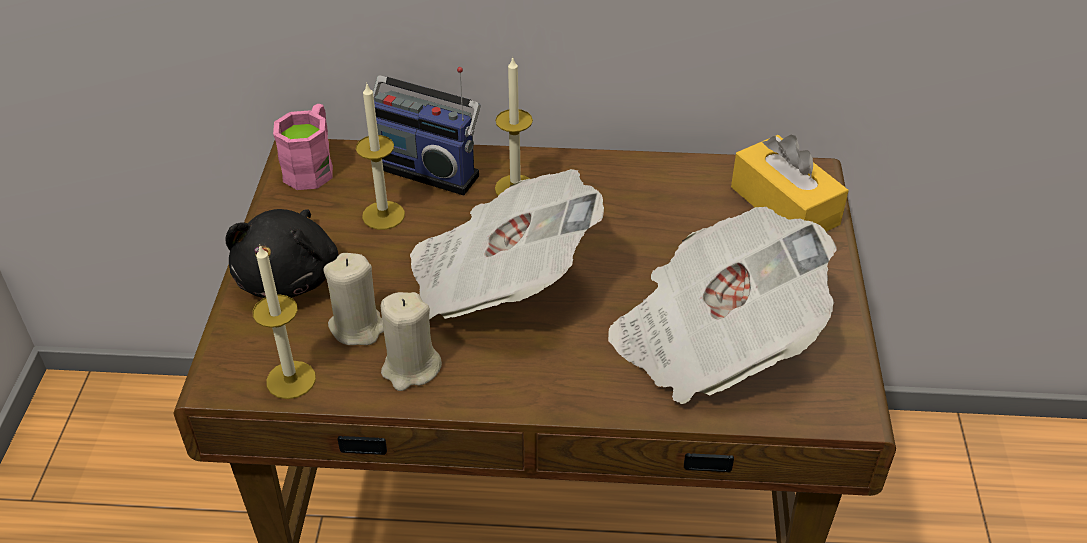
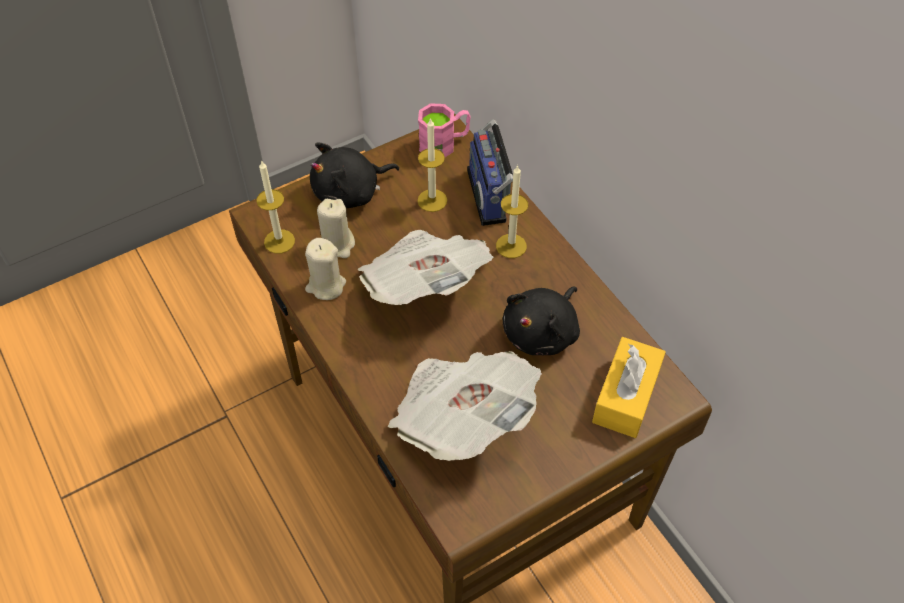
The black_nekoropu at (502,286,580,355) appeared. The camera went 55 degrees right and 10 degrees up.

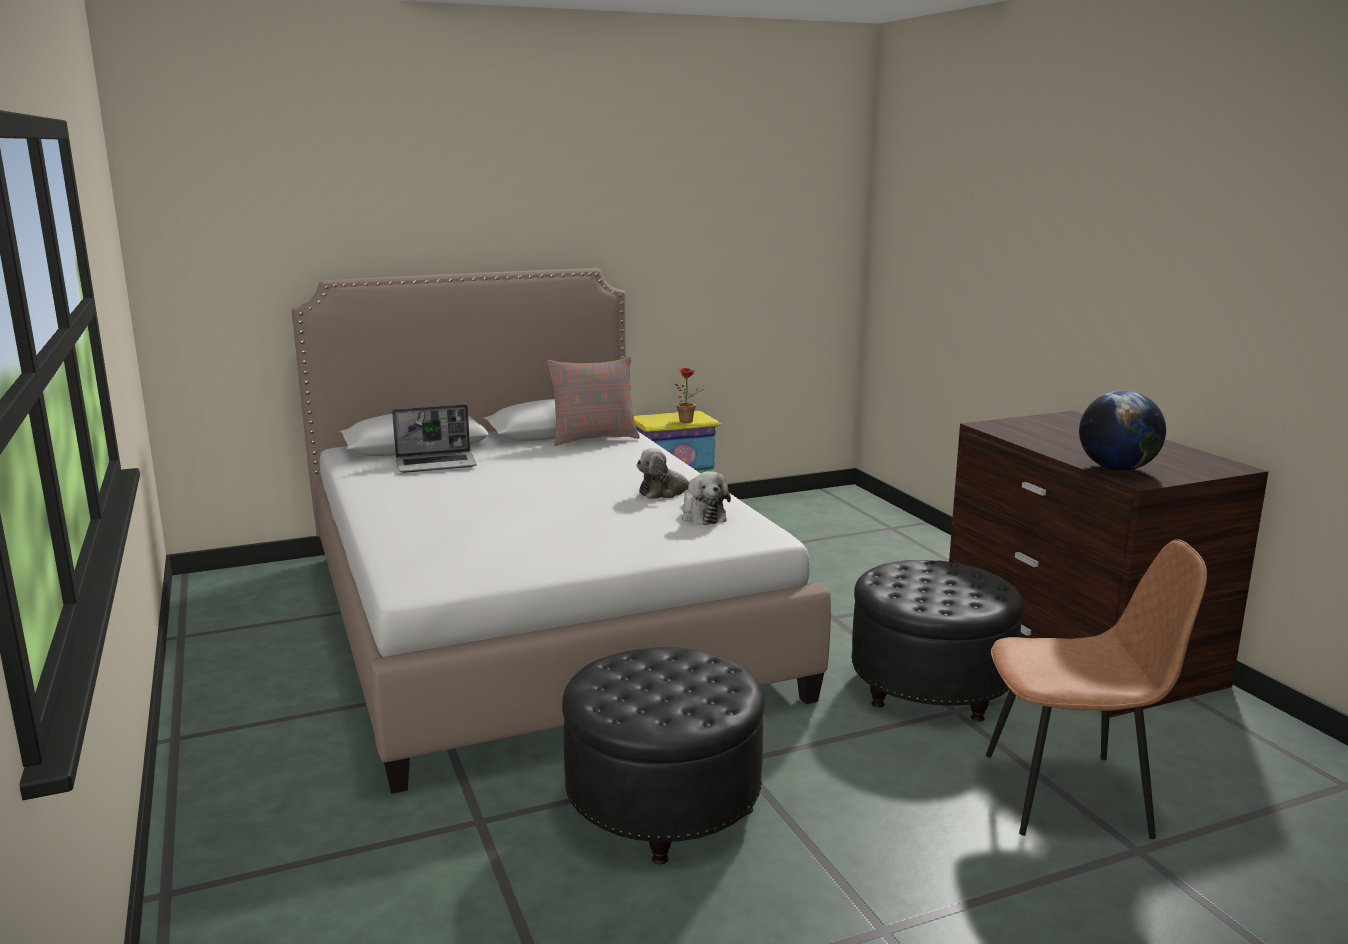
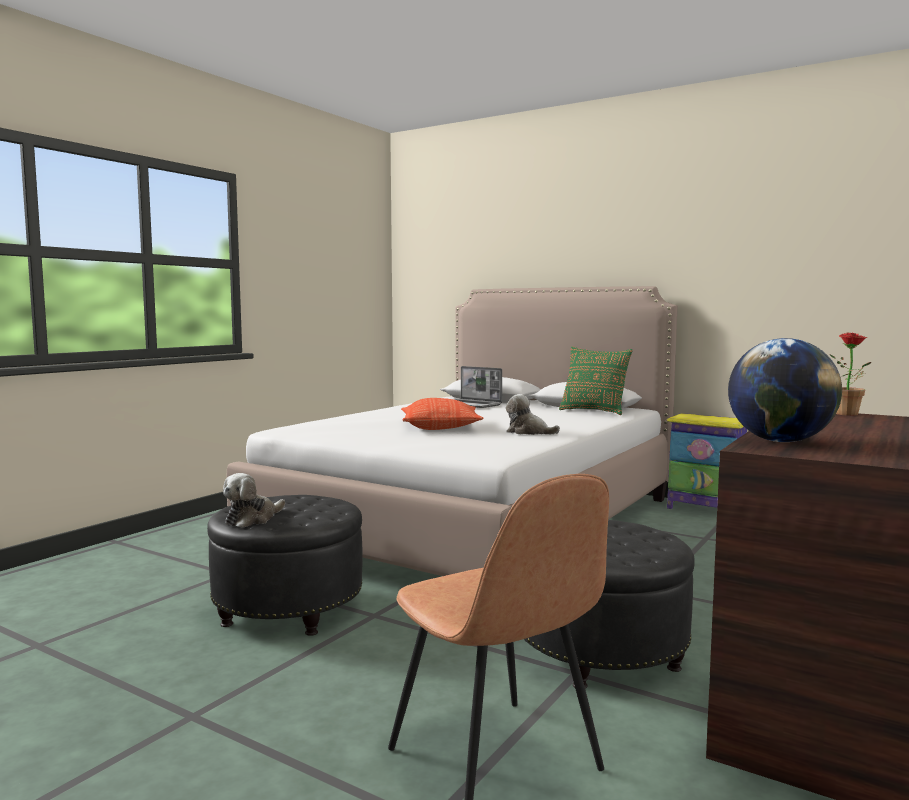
The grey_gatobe at (547,356,640,446) became the green_gatobe at (559,346,632,415). The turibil moved from (675,368,704,423) to (829,332,871,416). The nekoropu moved from (682,471,731,525) to (223,473,285,528). The orange_gatobe at (401,398,483,430) appeared. The camera went 55 degrees right and 10 degrees down.

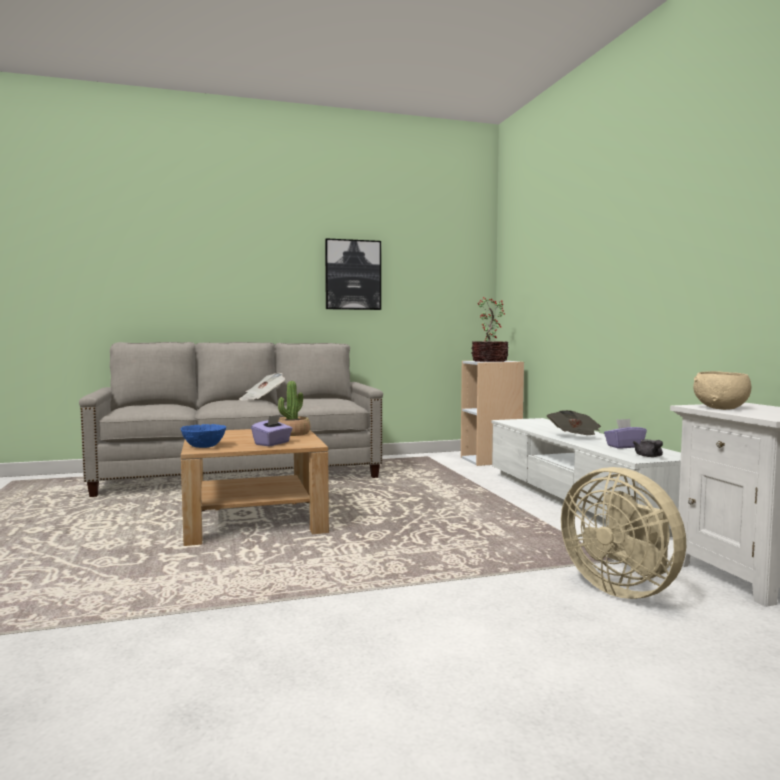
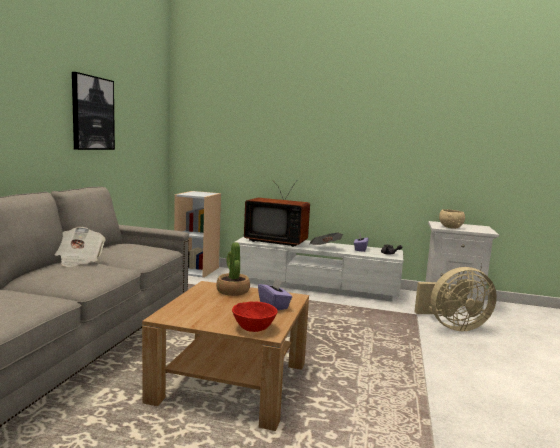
The turibil at (471,297,509,362) disappeared. The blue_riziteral at (181,424,226,448) became the red_riziteral at (232,301,278,332). The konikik at (244,180,310,247) appeared. The camera went 60 degrees left and 5 degrees up.

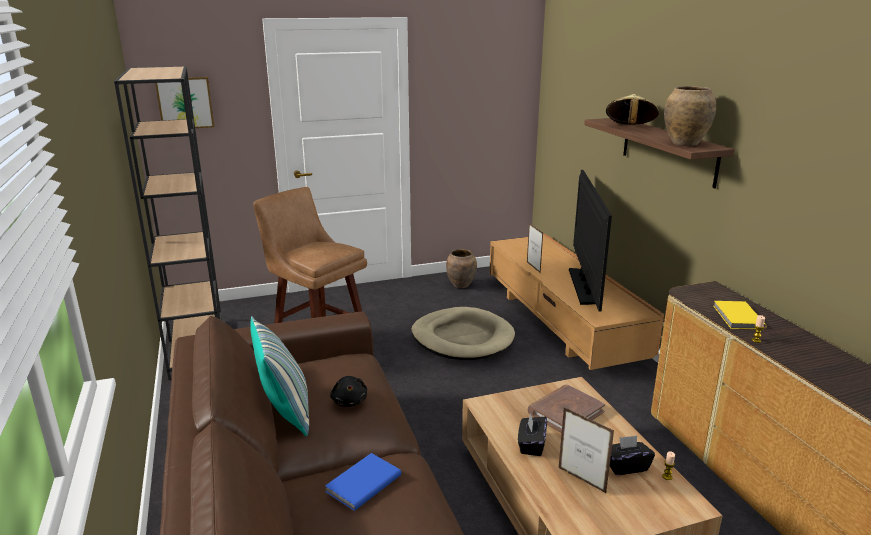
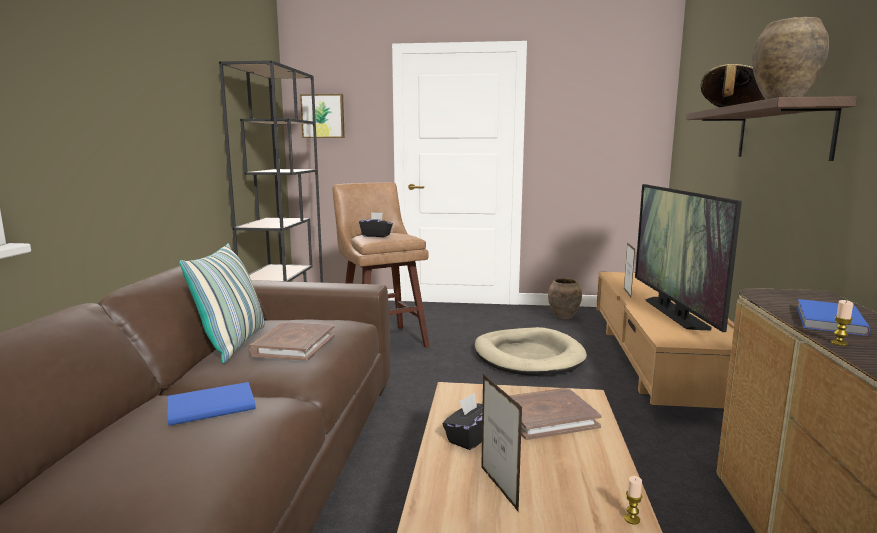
The konikik at (569,170,612,311) turned 150 degrees clockwise. The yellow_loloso at (714,301,766,330) became the blue_loloso at (797,299,871,336). The black_nekoropu at (330,376,367,407) was replaced by the brown_loloso at (248,322,335,361). The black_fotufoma moved from (610,436,655,475) to (359,212,393,237). The camera went 25 degrees right and 10 degrees down.

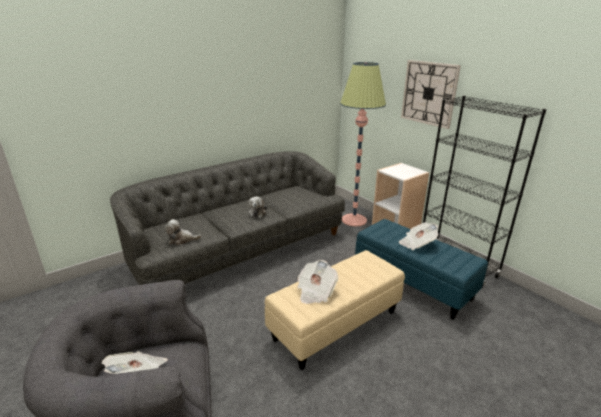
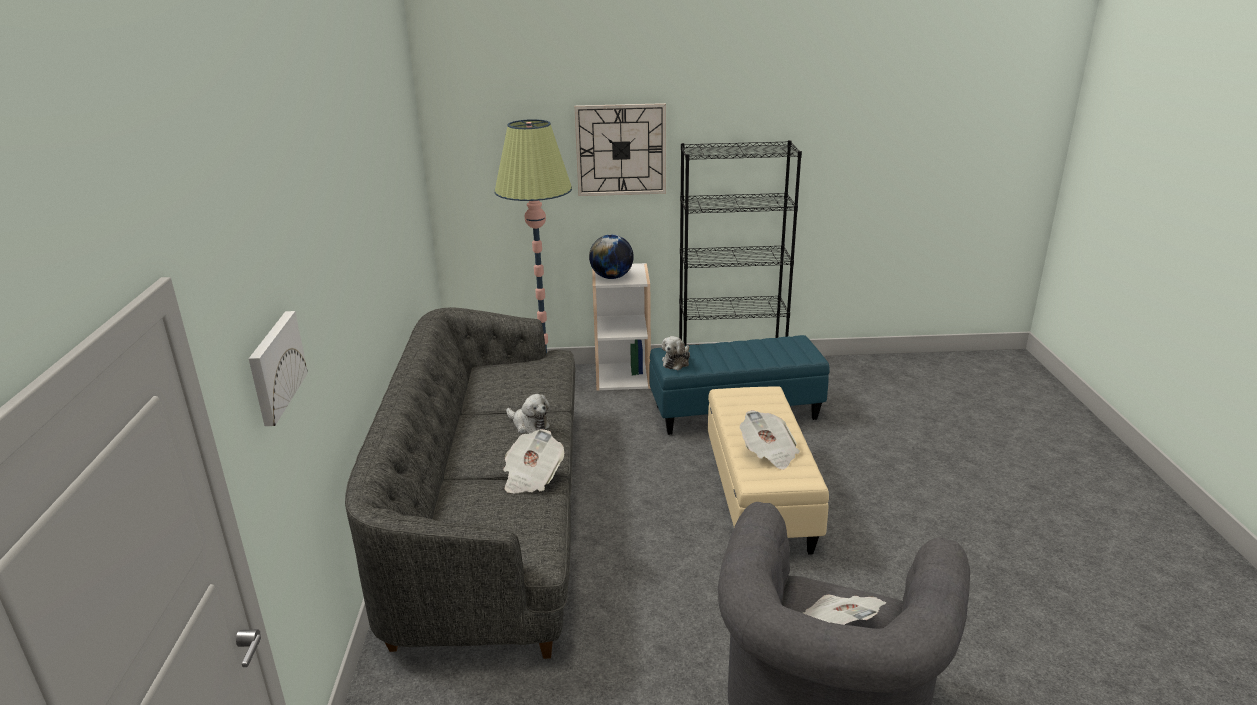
The nekoropu moved from (165,219,202,245) to (662,336,690,370). The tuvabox moved from (399,222,438,250) to (503,429,565,493). The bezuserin at (589,234,634,279) appeared. The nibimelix at (249,311,308,426) appeared. The camera went 55 degrees left and 0 degrees up.

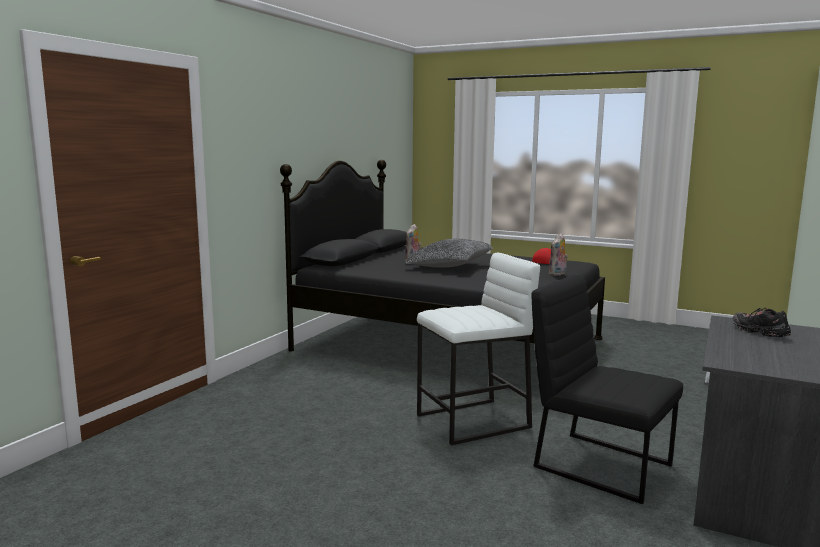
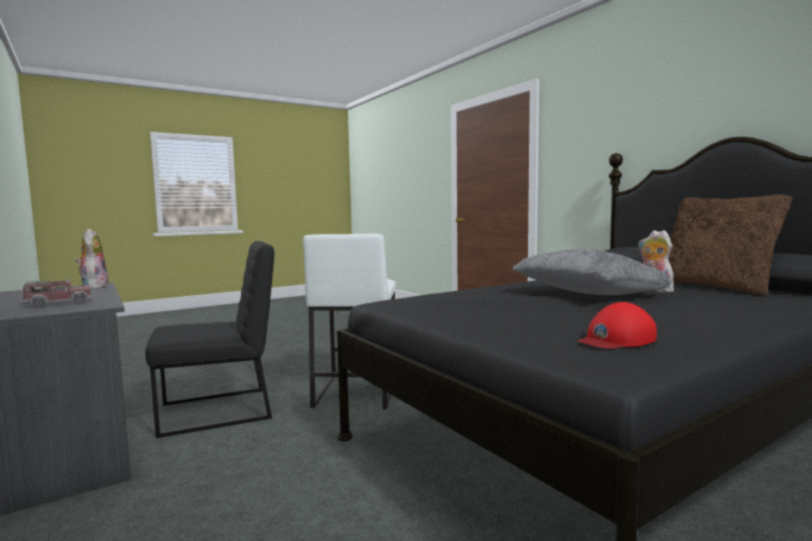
The nekoropu moved from (549,233,568,276) to (76,229,109,289). The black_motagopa at (732,308,791,337) was replaced by the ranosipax at (20,279,93,308). The brown_gatobe at (668,194,793,296) appeared. The camera went 120 degrees right and 5 degrees down.

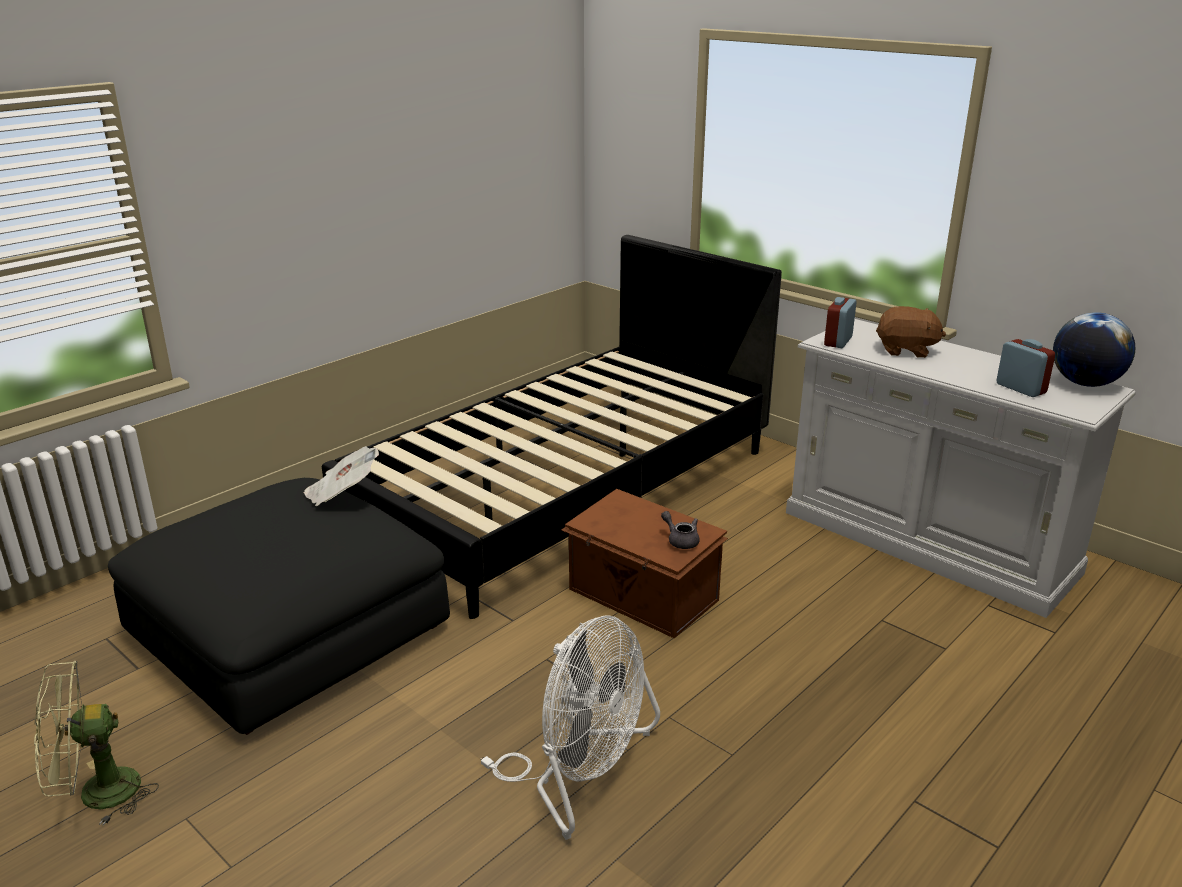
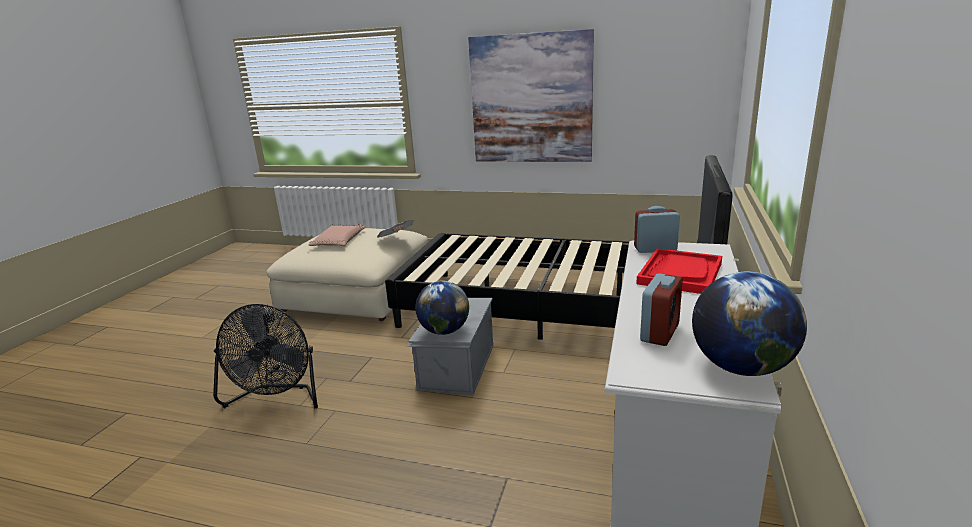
The brown_nekoropu at (876,306,946,358) was replaced by the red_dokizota at (636,248,722,294). The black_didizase at (108,478,450,735) became the beige_didizase at (267,228,428,321). The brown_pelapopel at (561,489,728,638) became the grey_pelapopel at (406,298,493,395). The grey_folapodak at (661,511,700,549) was replaced by the bezuserin at (415,281,469,335). The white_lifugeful at (481,615,660,840) became the black_lifugeful at (213,304,318,409). The green_lifugeful at (34,661,159,825) disappeared. The nibimelix at (468,29,594,162) appeared. The beige_gatobe at (309,224,366,246) appeared. The camera went 65 degrees right and 5 degrees down.

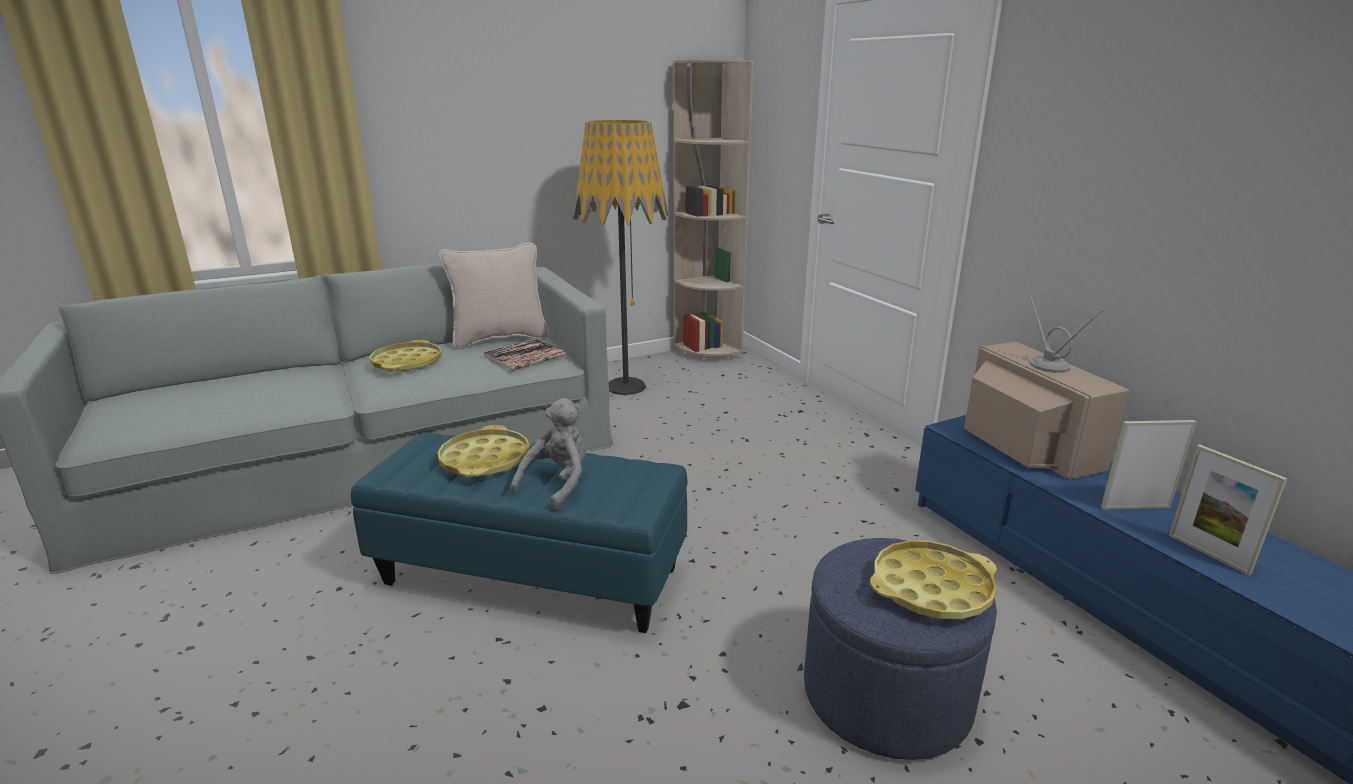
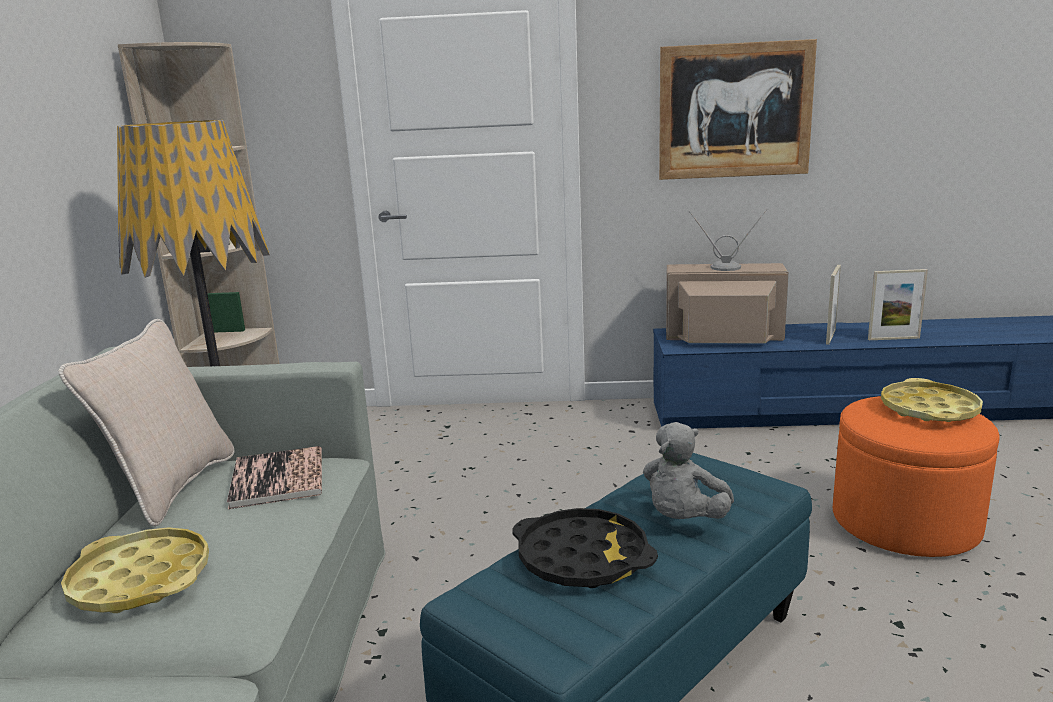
The grey_nekoropu at (510,398,586,510) turned 120 degrees counterclockwise. The yellow_dokizota at (438,425,530,477) became the black_dokizota at (512,508,658,588). The blue_didizase at (804,538,997,760) became the orange_didizase at (833,396,1000,557). The nibimelix at (659,39,817,180) appeared. The camera went 60 degrees left and 5 degrees down.

